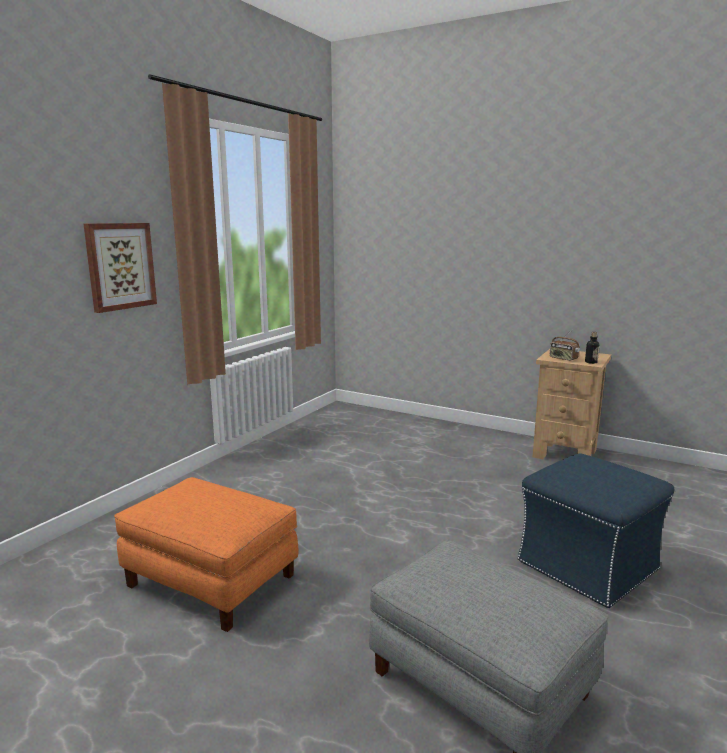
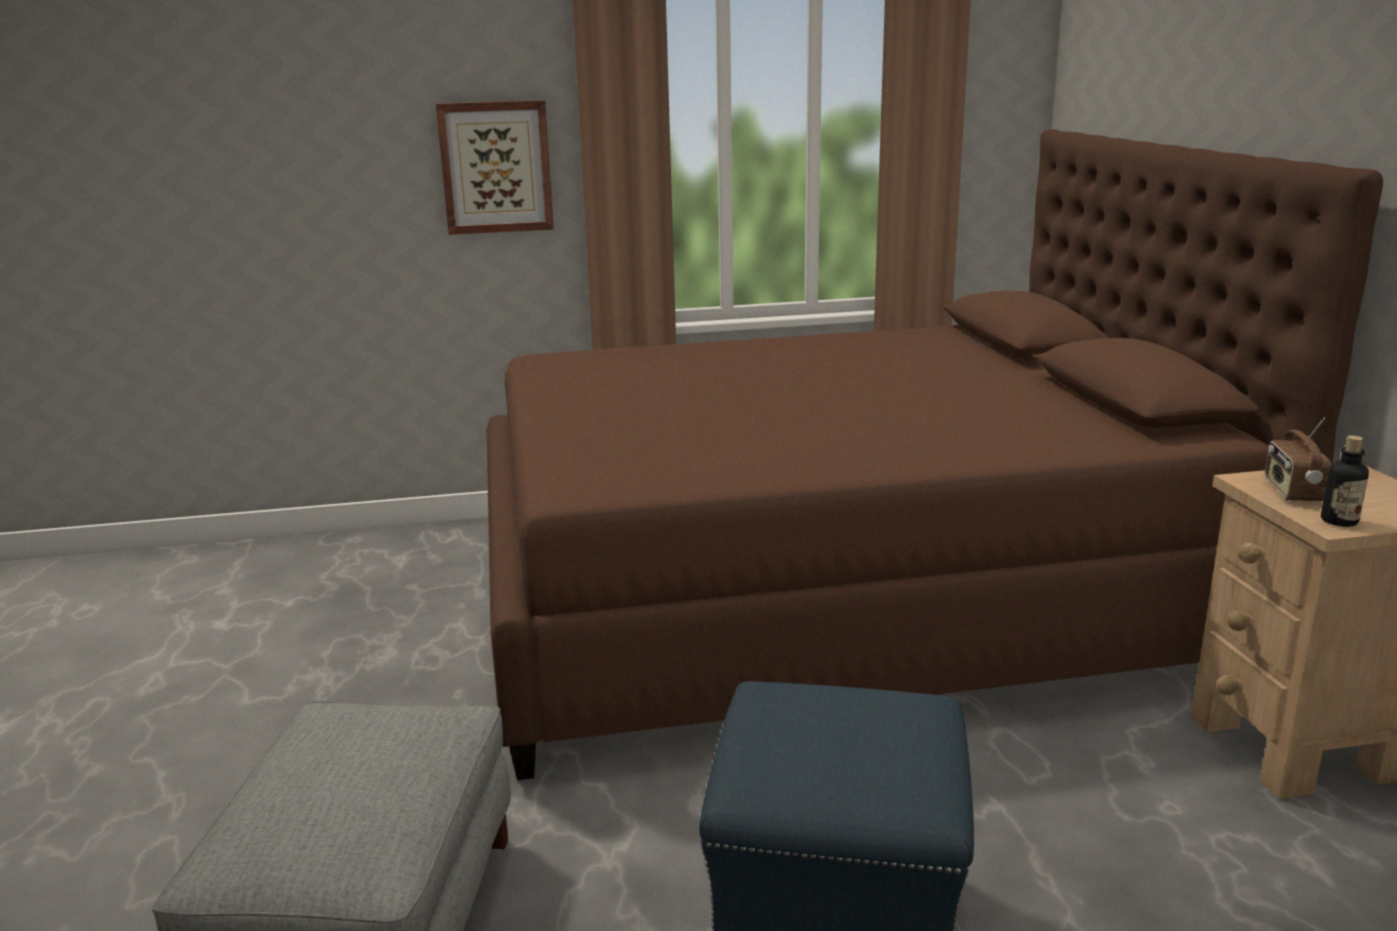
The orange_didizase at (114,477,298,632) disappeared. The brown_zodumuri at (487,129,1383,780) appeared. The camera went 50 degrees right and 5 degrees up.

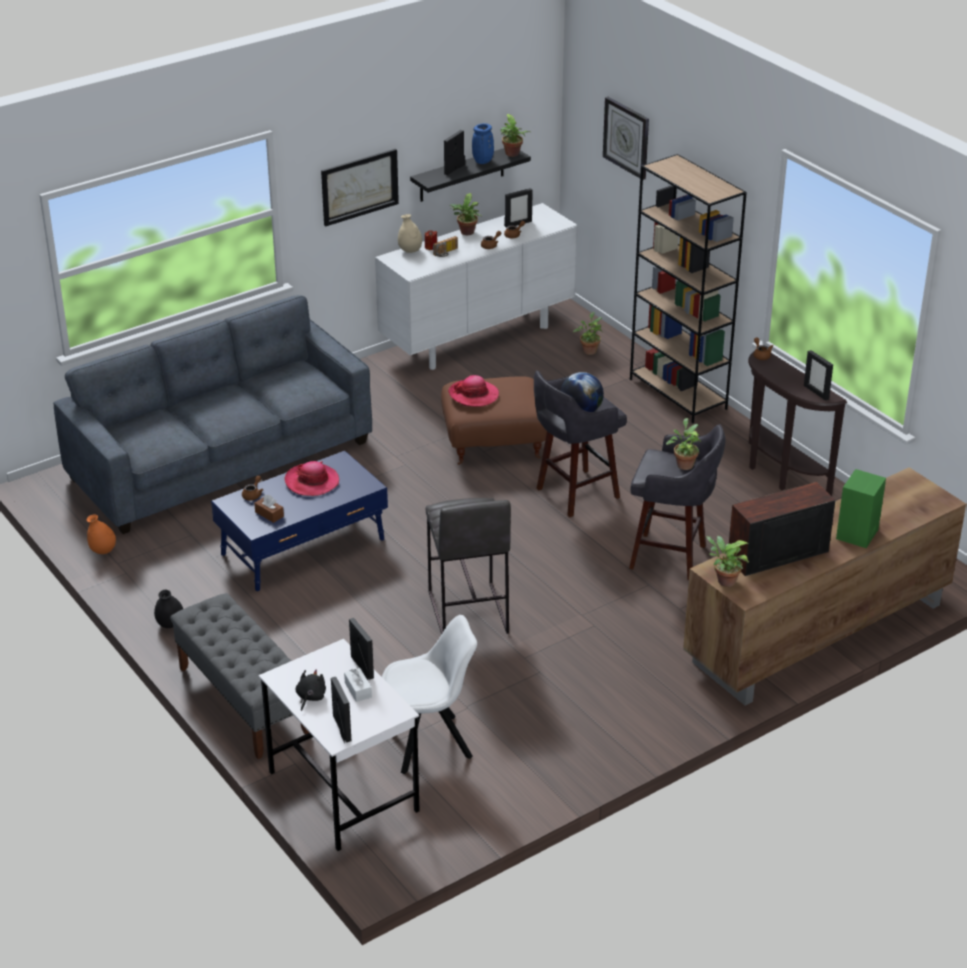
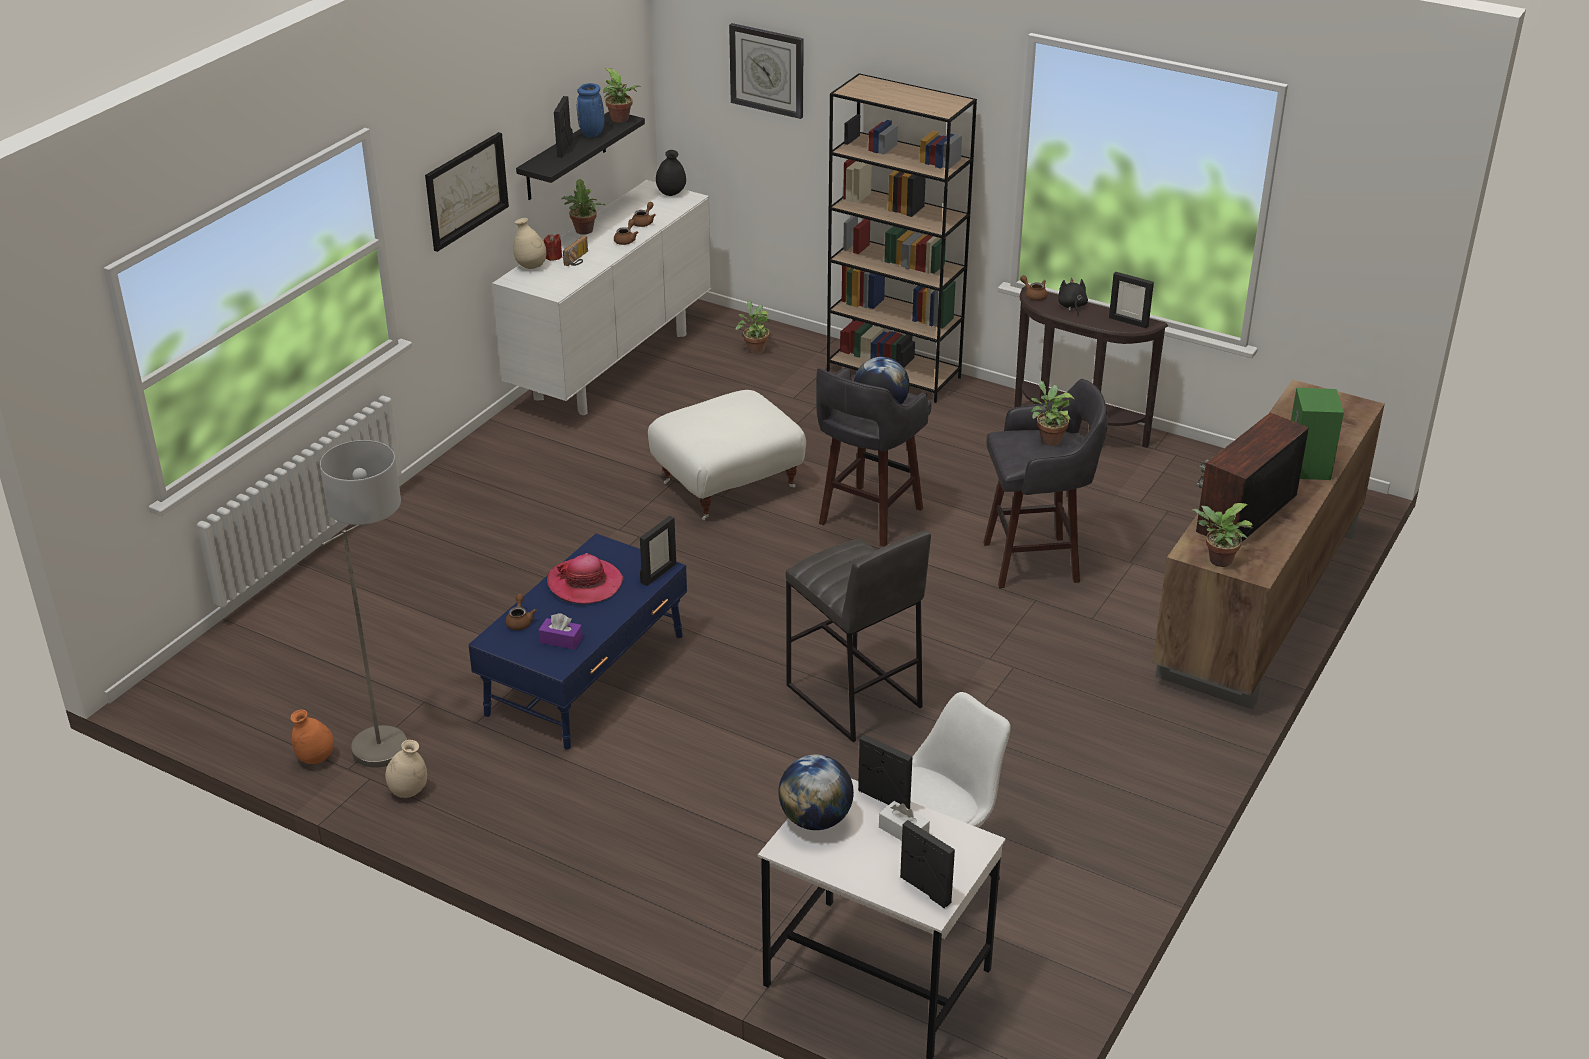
The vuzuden moved from (504,188,533,228) to (640,516,676,586). The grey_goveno at (53,295,372,534) disappeared. The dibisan at (448,375,499,407) disappeared. The brown_didizase at (441,376,547,465) became the white_didizase at (648,390,806,520). The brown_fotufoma at (254,495,284,523) became the purple_fotufoma at (539,613,583,650). The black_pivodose moved from (154,590,183,628) to (656,150,686,196). The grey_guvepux at (170,593,309,759) disappeared. The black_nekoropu moved from (295,669,326,711) to (1058,278,1088,316). The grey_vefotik at (320,440,407,768) appeared. The beige_pivodose at (385,740,427,798) appeared. The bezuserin at (778,755,854,830) appeared. The camera went 25 degrees left and 0 degrees up.

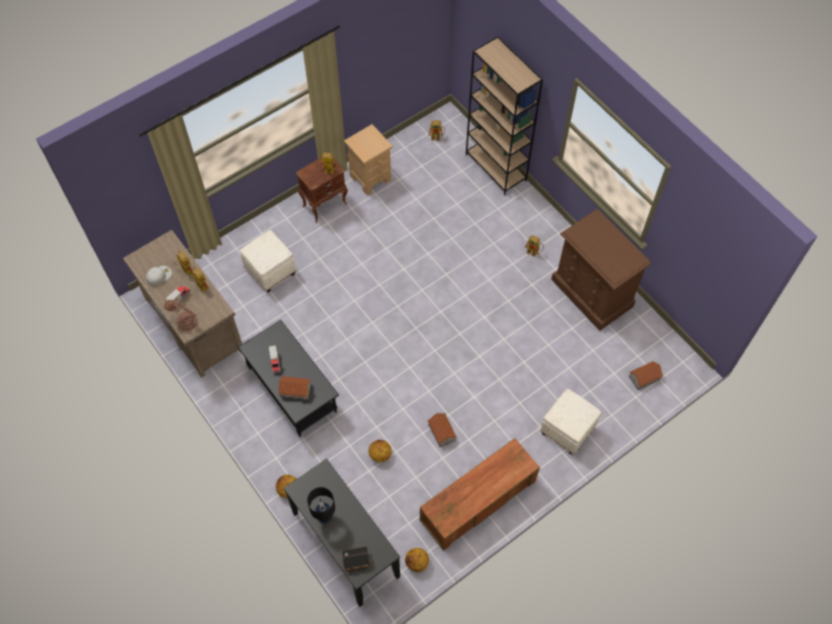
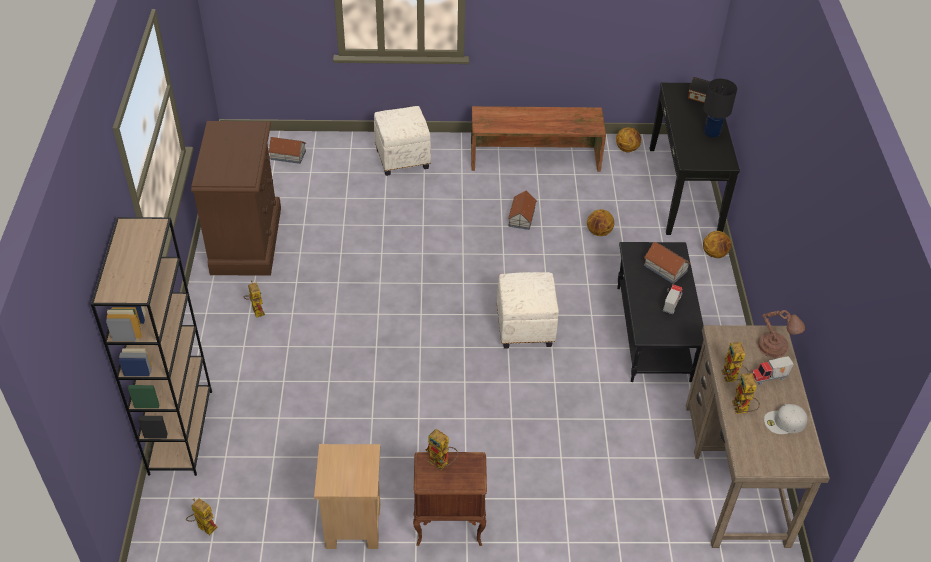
The white_didizase moved from (240,230,296,293) to (497,272,559,349). The camera went 145 degrees left and 15 degrees down.

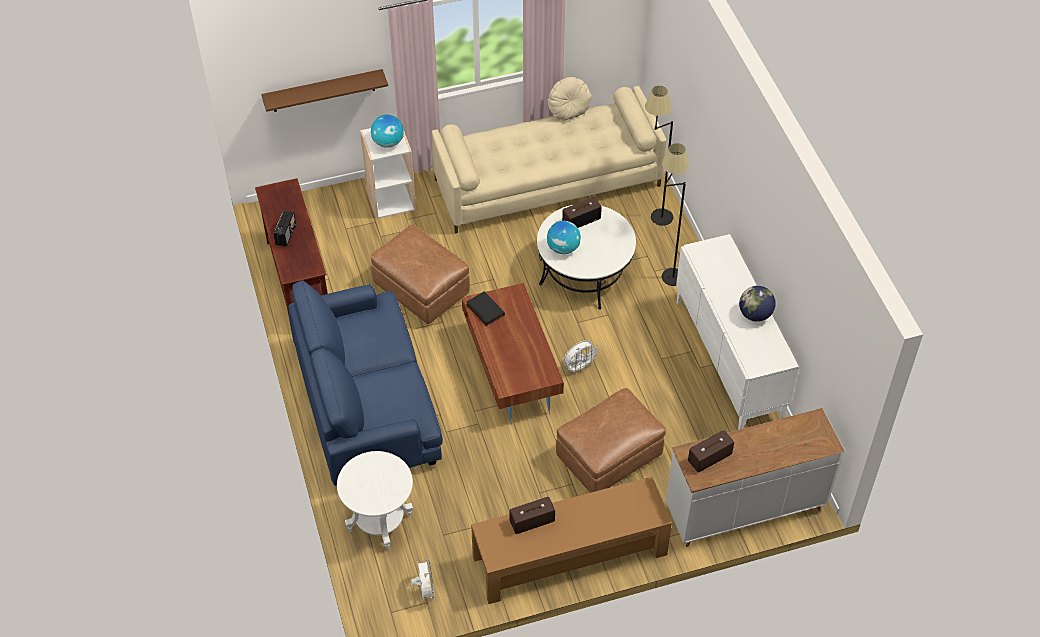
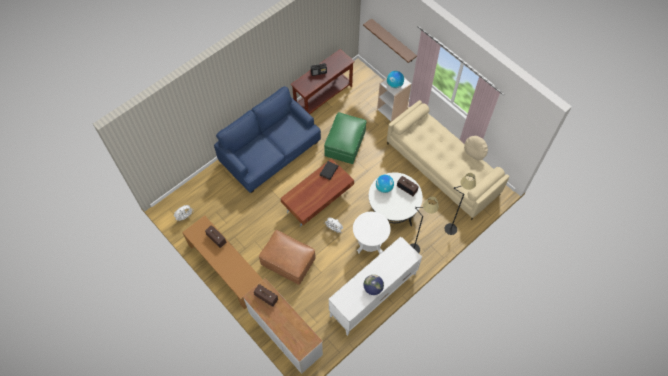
The brown_didizase at (370,224,470,324) became the green_didizase at (324,112,367,164). The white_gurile moved from (337,451,413,550) to (353,212,391,255). The camera went 65 degrees right and 10 degrees up.

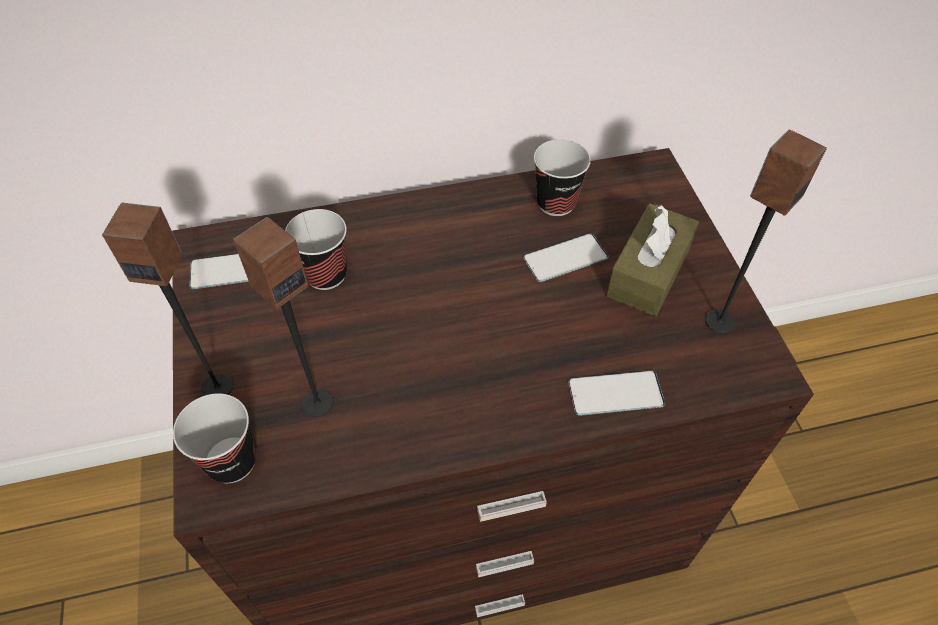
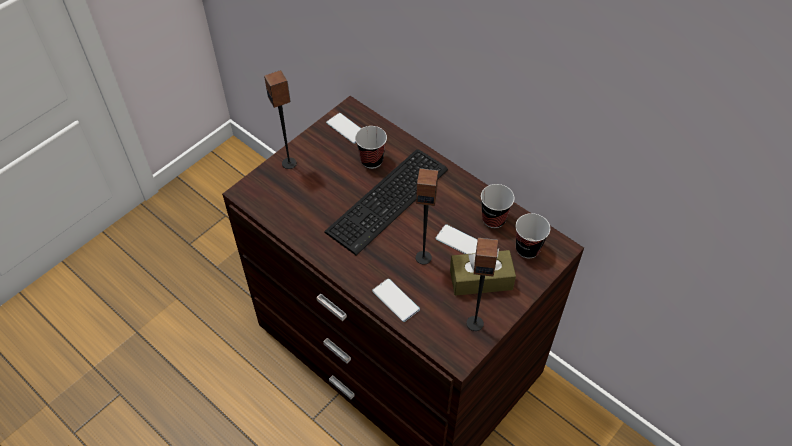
The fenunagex moved from (233,217,333,417) to (415,168,438,265). The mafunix moved from (173,393,256,483) to (516,213,550,258). The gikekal at (324,149,448,255) appeared. The camera went 55 degrees right and 0 degrees up.

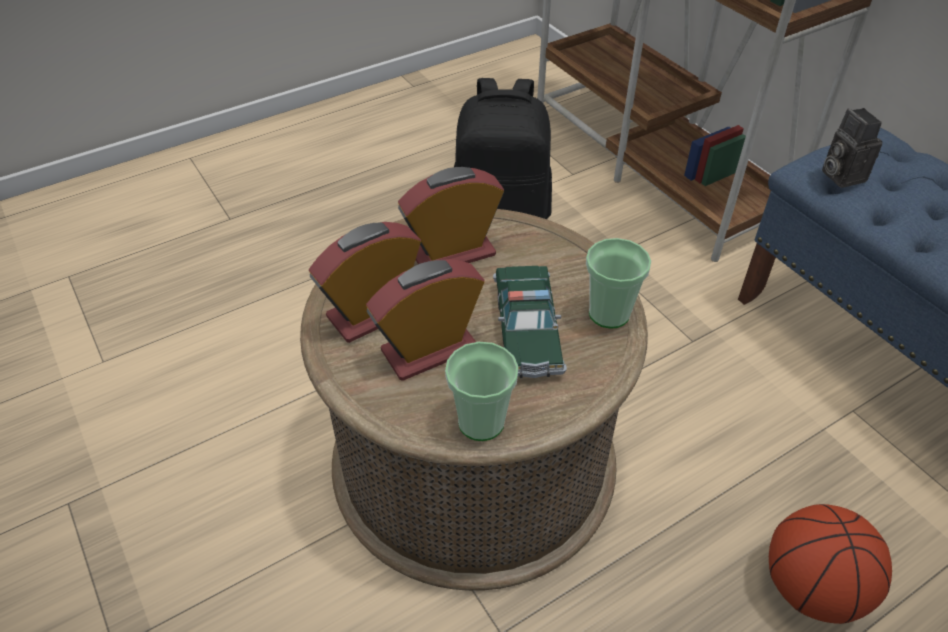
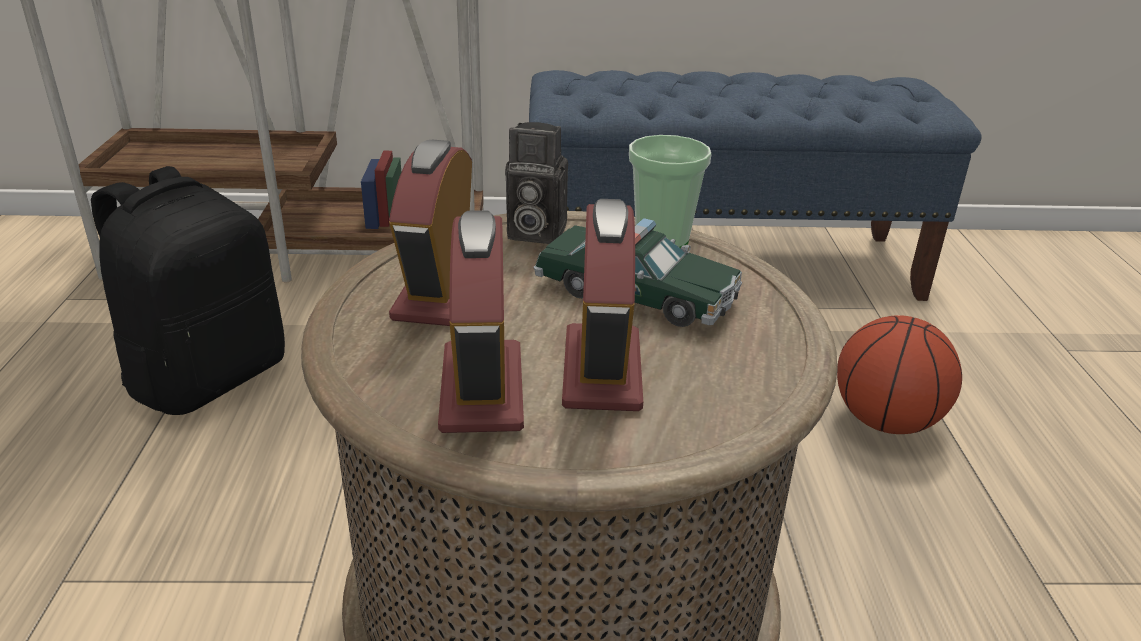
The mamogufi moved from (822,108,882,188) to (505,122,568,244). The mafunix at (445,342,518,441) disappeared. The camera went 60 degrees left and 15 degrees down.

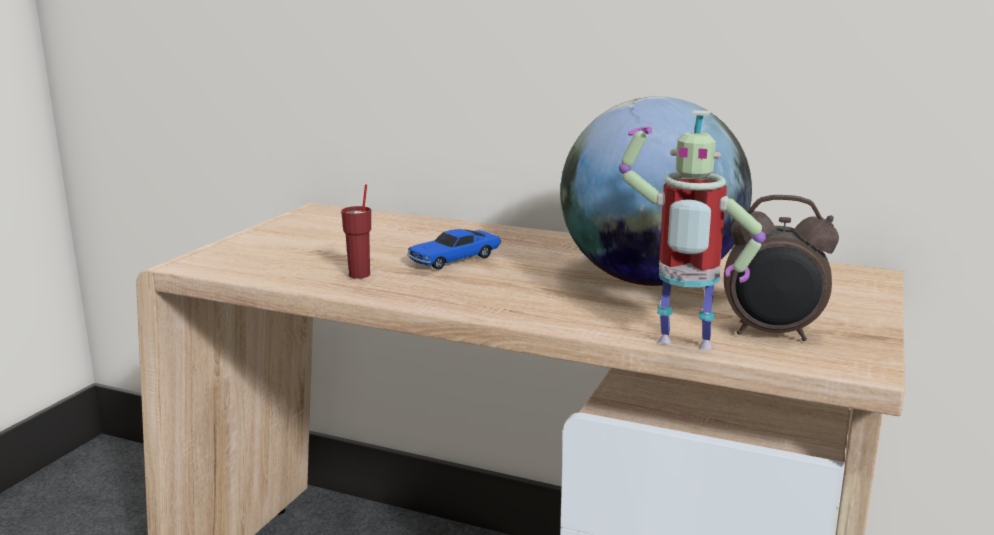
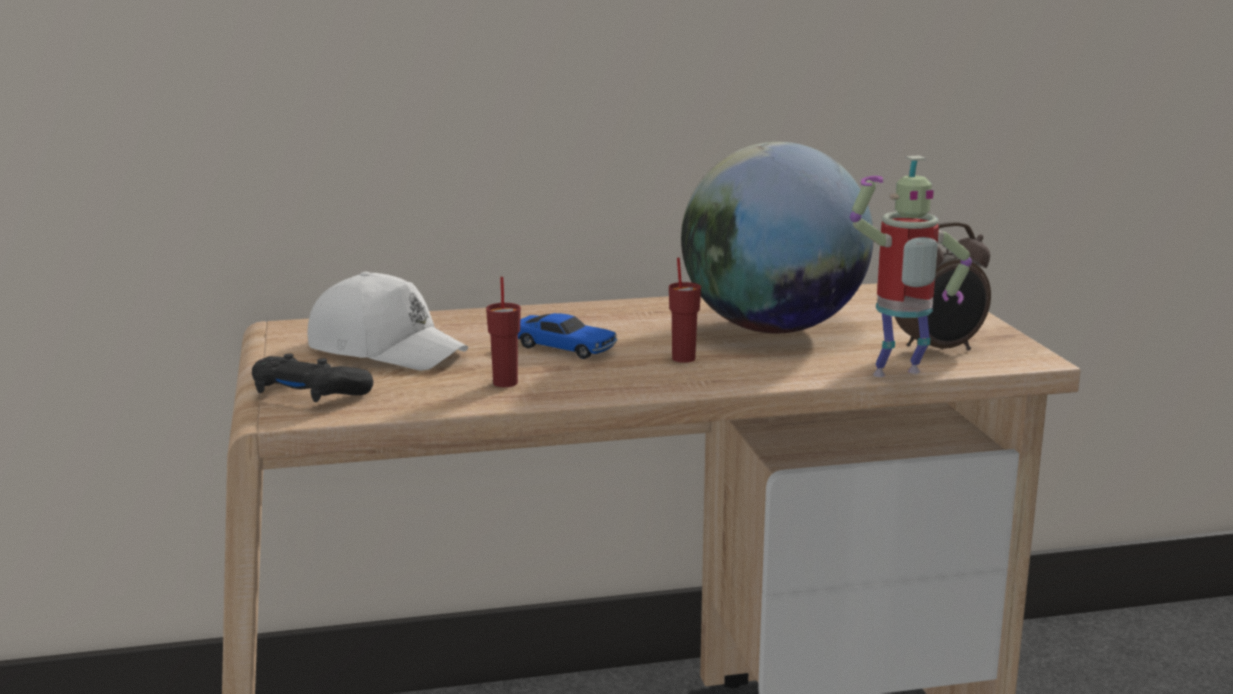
The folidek at (407,229,501,270) turned 75 degrees counterclockwise. The red_mafunix at (669,258,701,363) appeared. The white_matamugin at (307,272,468,371) appeared. The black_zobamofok at (252,353,373,402) appeared. The camera went 35 degrees left and 0 degrees up.

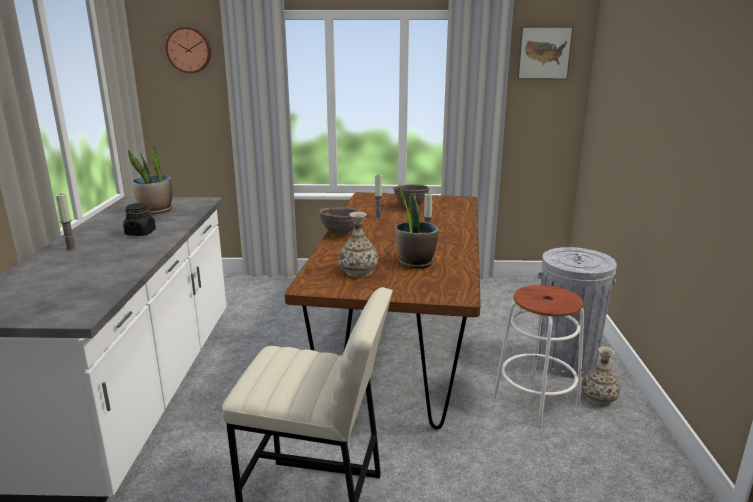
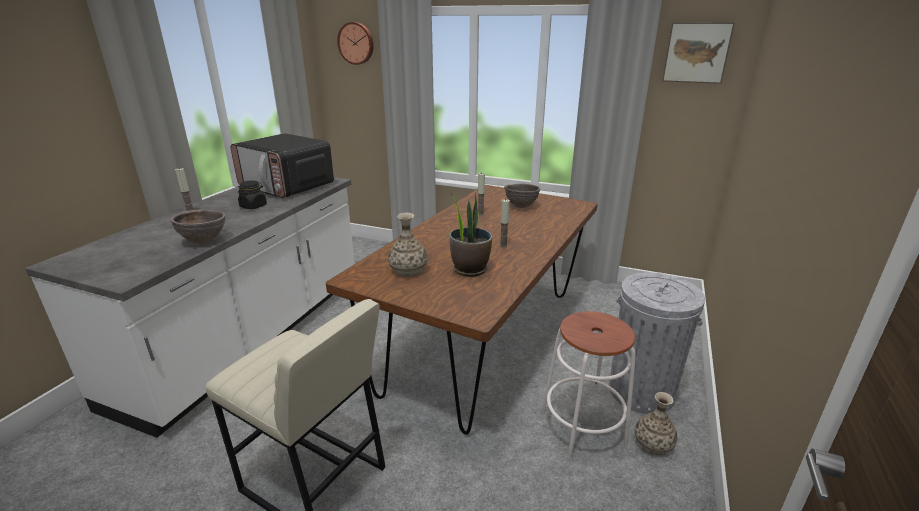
The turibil at (128,145,172,214) was replaced by the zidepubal at (231,133,334,198). The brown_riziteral moved from (319,208,360,235) to (170,209,226,244). The camera went 20 degrees right and 5 degrees up.

